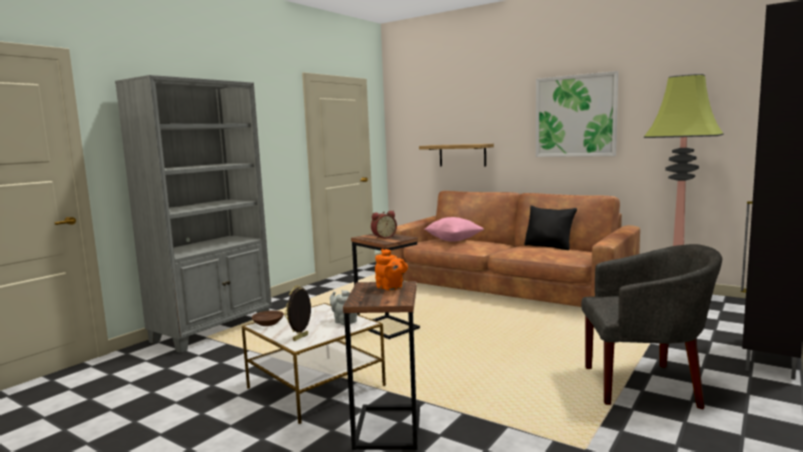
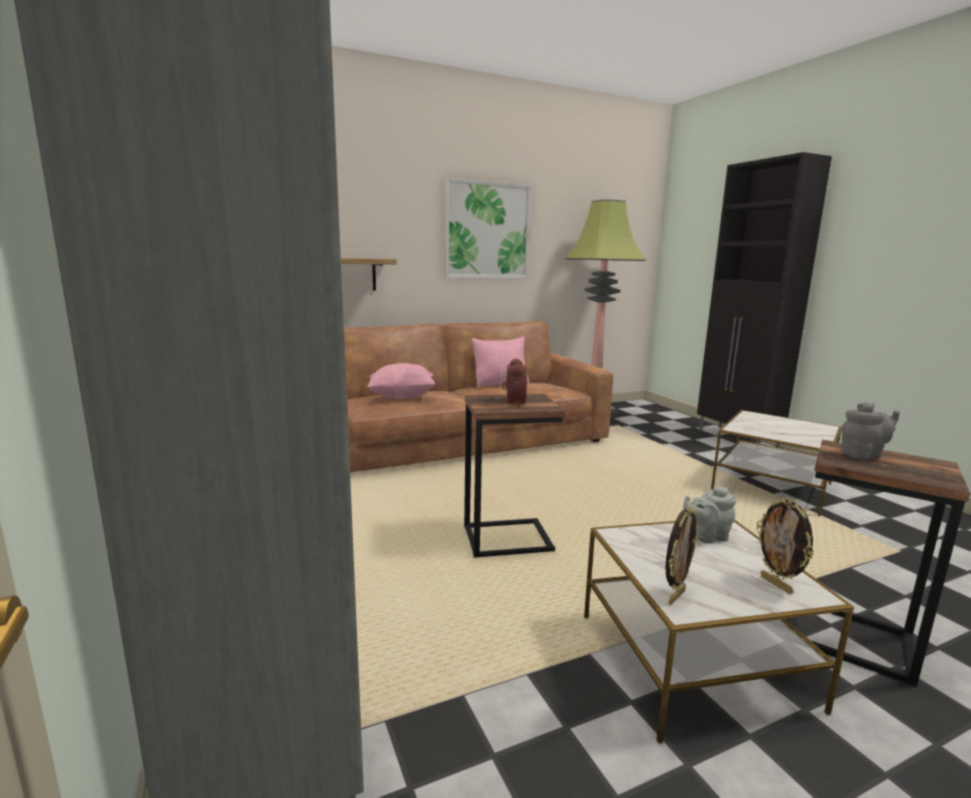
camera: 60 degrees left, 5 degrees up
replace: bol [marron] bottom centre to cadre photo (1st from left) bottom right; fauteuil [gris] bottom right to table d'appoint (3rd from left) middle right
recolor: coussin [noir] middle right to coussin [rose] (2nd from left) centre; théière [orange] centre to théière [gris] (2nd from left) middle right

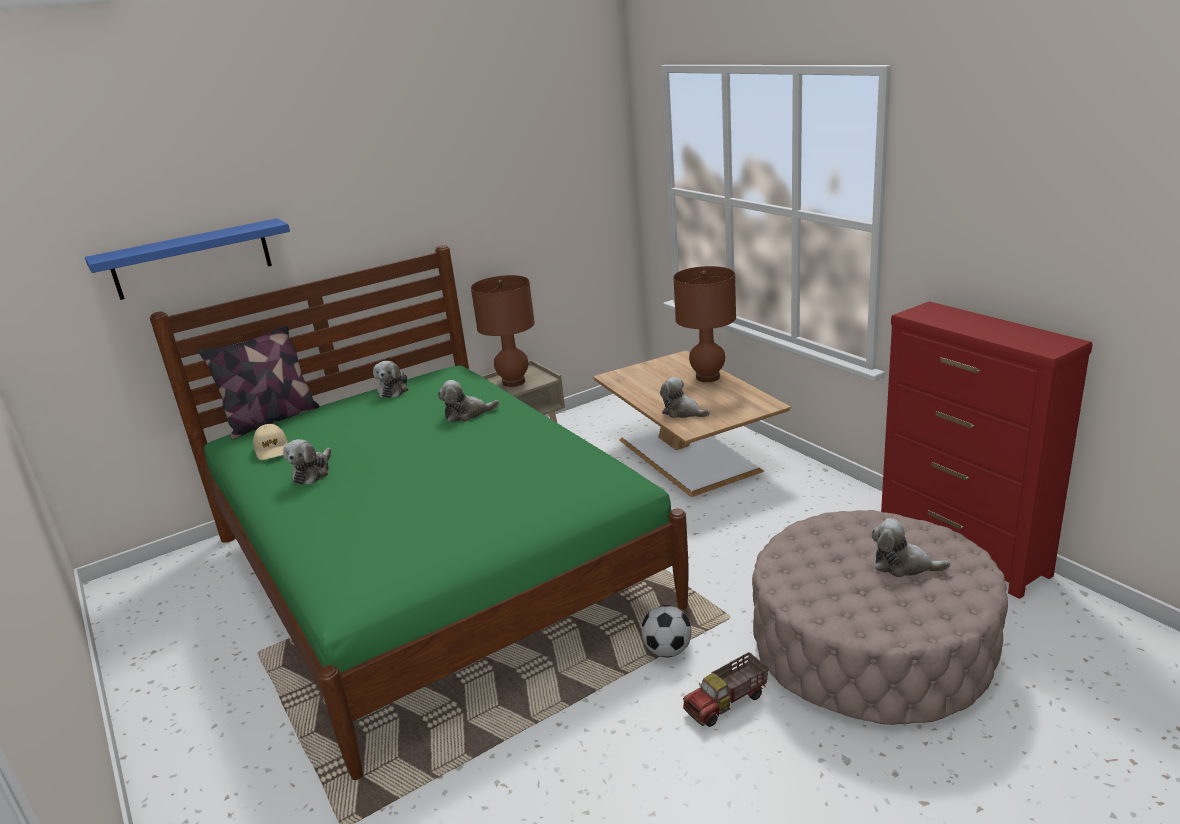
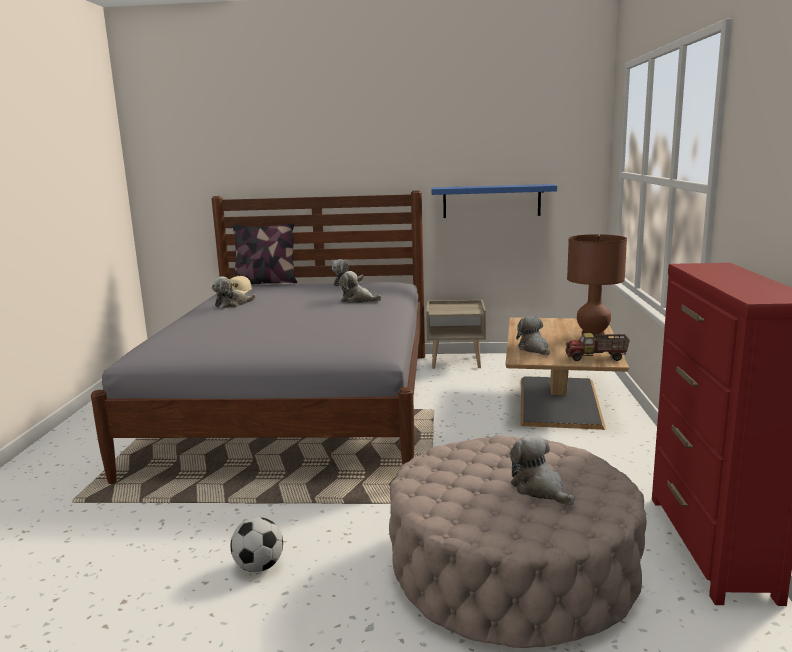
camera: 35 degrees right, 10 degrees down
delete: lampe de table [marron] (1st from left) centre
move: ballon de foot bottom centre to bottom left; étagère [bleu] top left to top centre; camion jouet bottom centre to middle right
recolor: lit [vert] centre to lit [gris] middle left

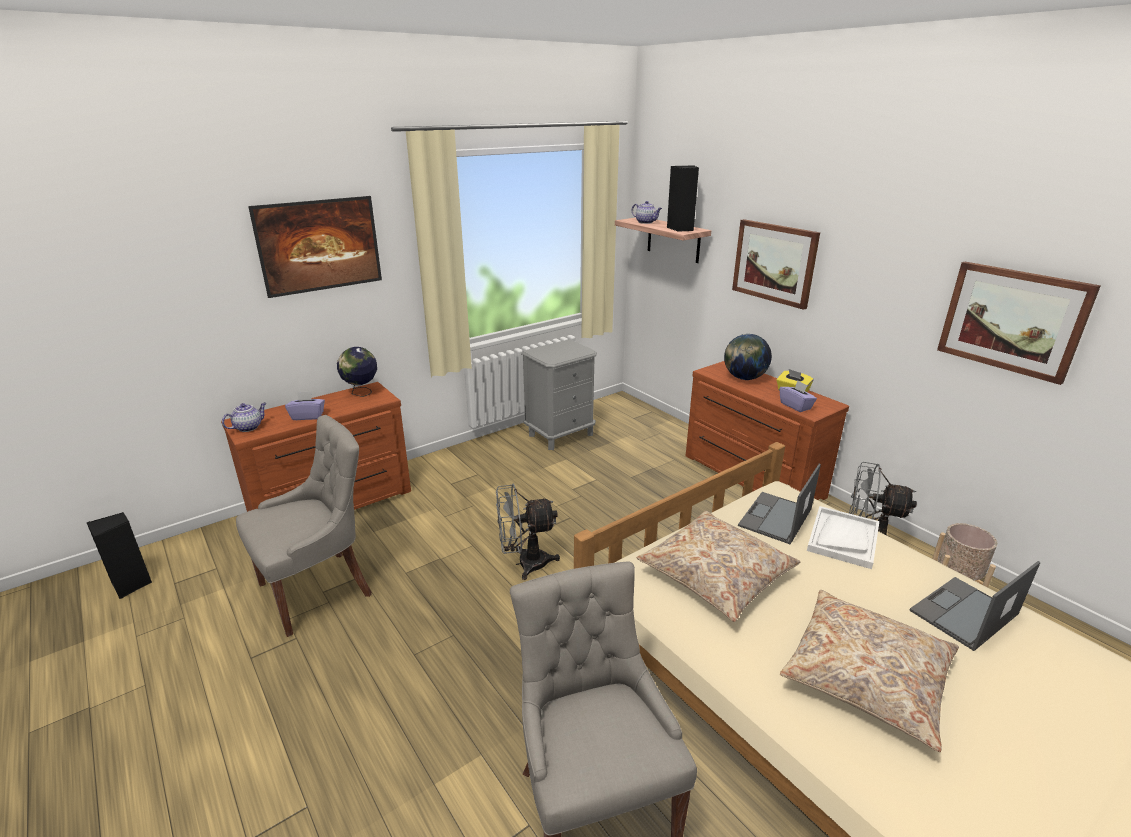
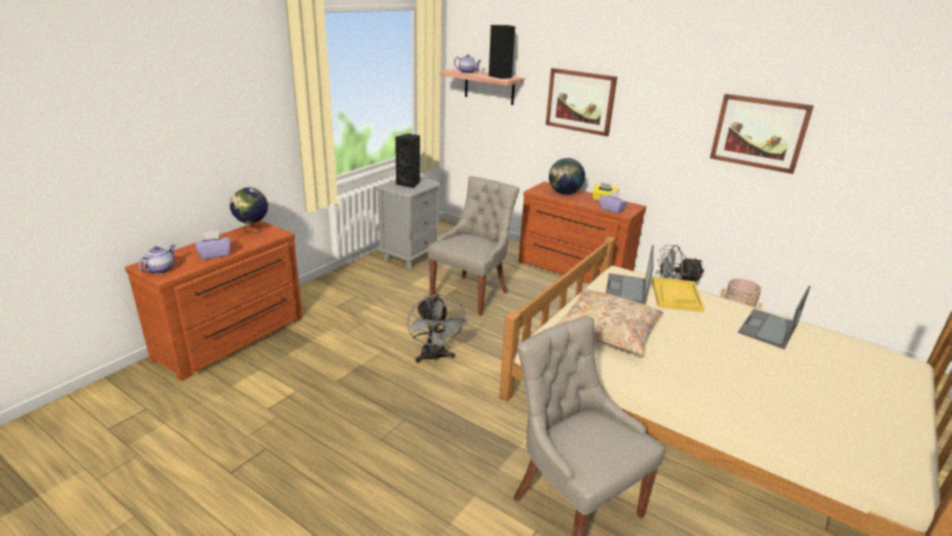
camera: 20 degrees left, 0 degrees up
delete: tableau (1st from left) top left; coussin [beige] (2nd from left) bottom right
move: enceinte [noir] (1st from left) middle left to top centre; chaise [gris] (1st from left) middle left to centre
recolor: plateau [blanc] middle right to plateau [jaune] middle right
rotate: ventilateur [gris] (1st from left) centre = centre 75 degrees counterclockwise

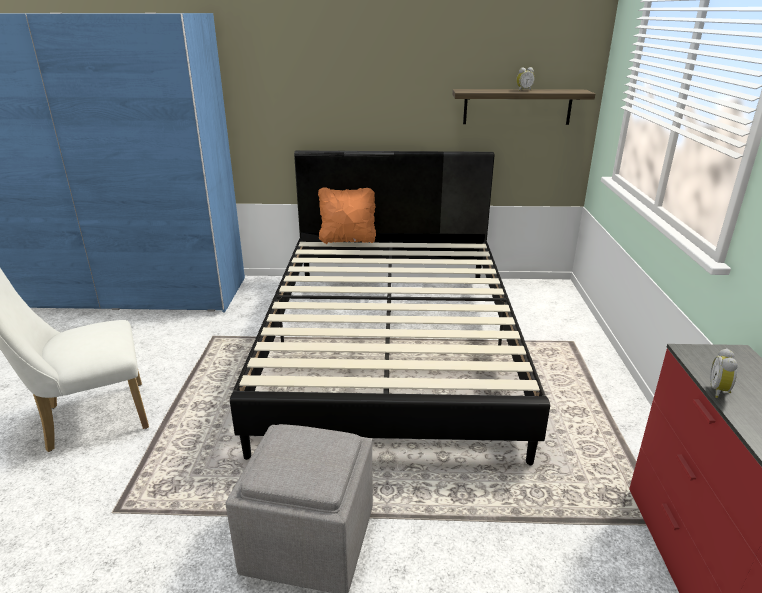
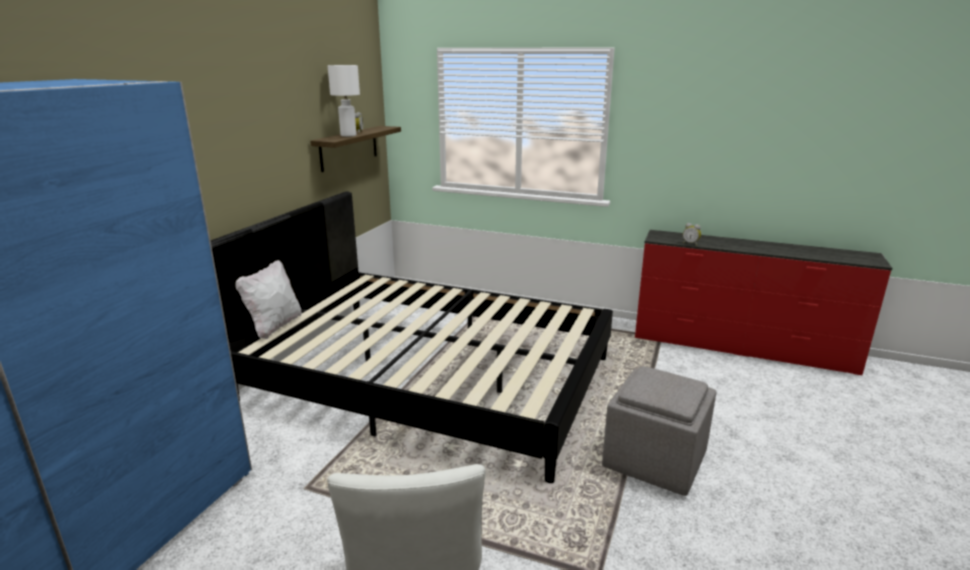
camera: 70 degrees left, 5 degrees down
insert: lampe de table [blanc] top centre
recolor: coussin [orange] centre to coussin [blanc] middle left

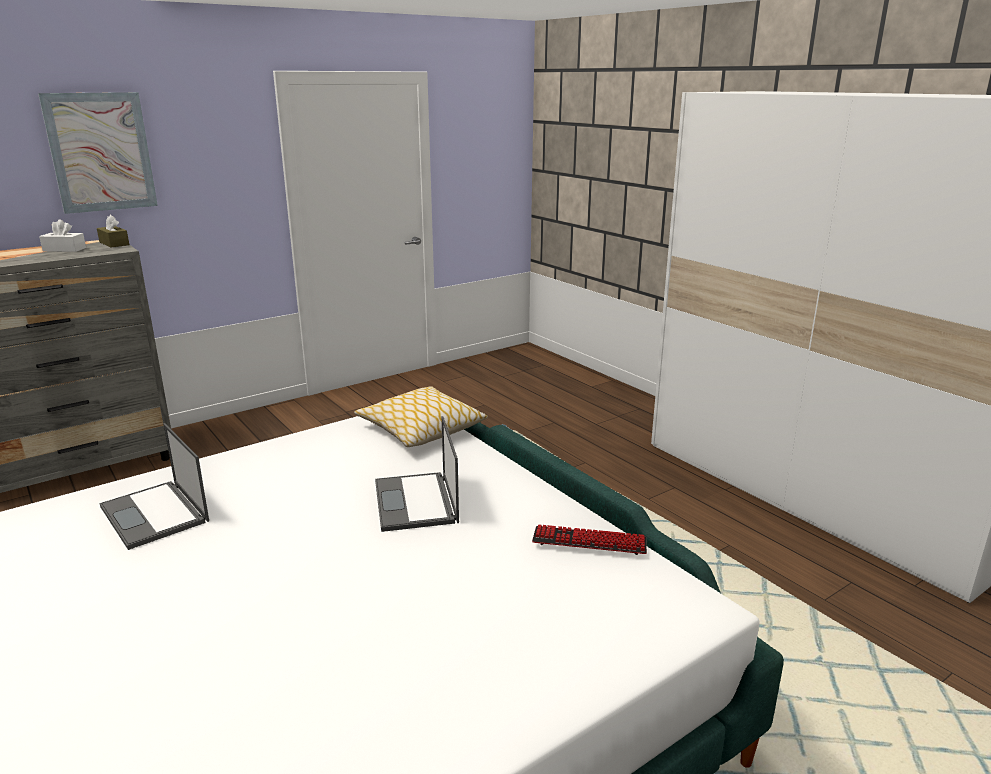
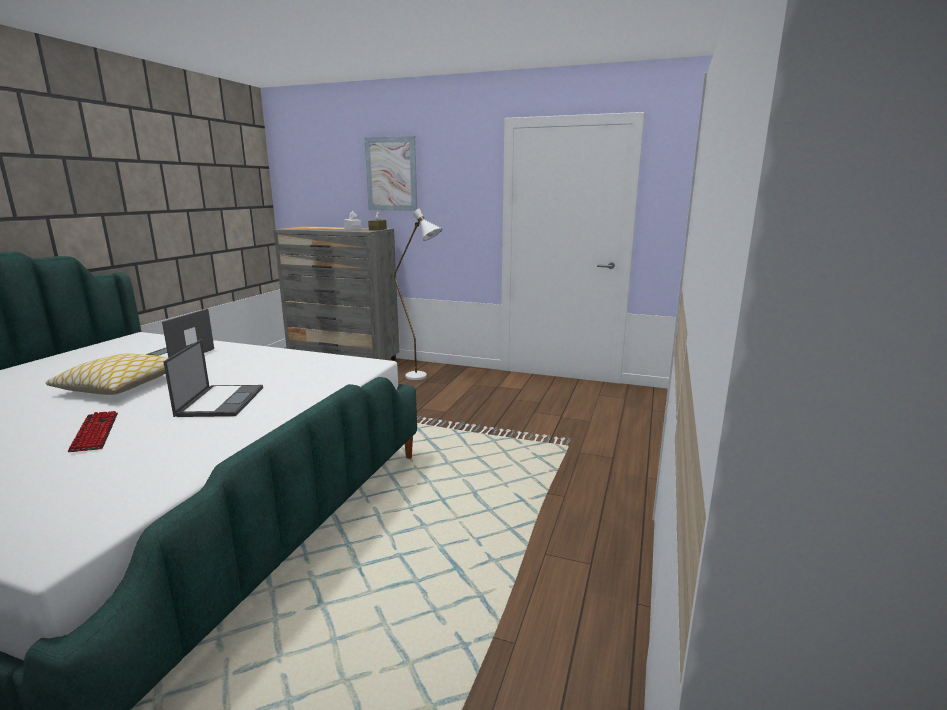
camera: 55 degrees right, 5 degrees down
insert: lampadaire [blanc] centre
move: coussin centre to middle left; clavier bottom centre to middle left
rotate: ordinateur portable (2nd from left) centre = middle left 135 degrees clockwise

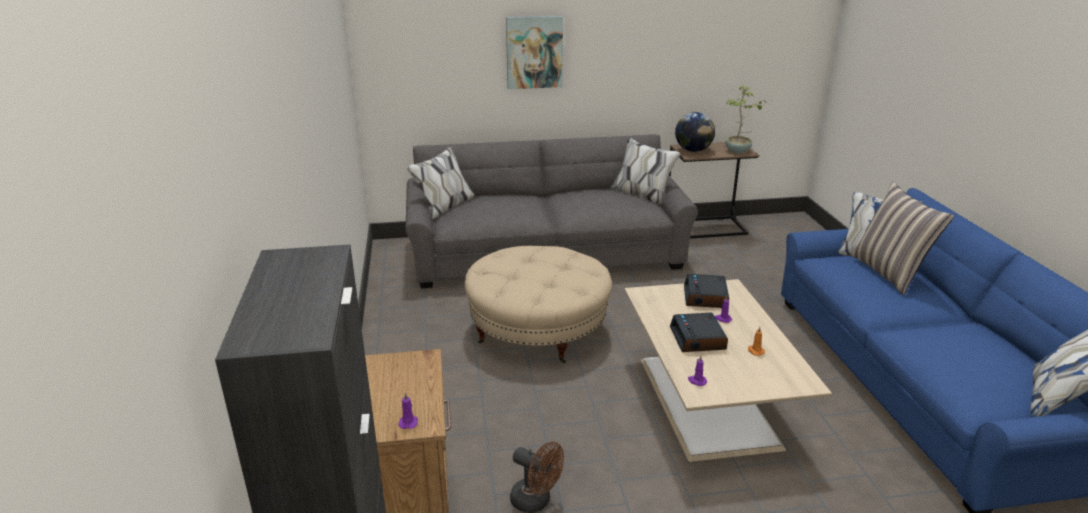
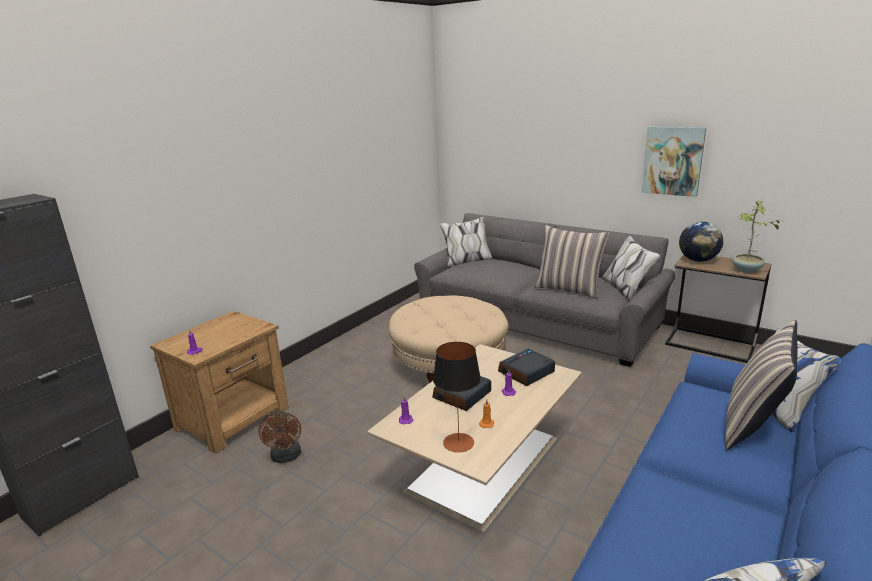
camera: 45 degrees right, 5 degrees down
insert: lampe de table bottom centre; coussin (1st from left) centre
move: tableau top centre to top right

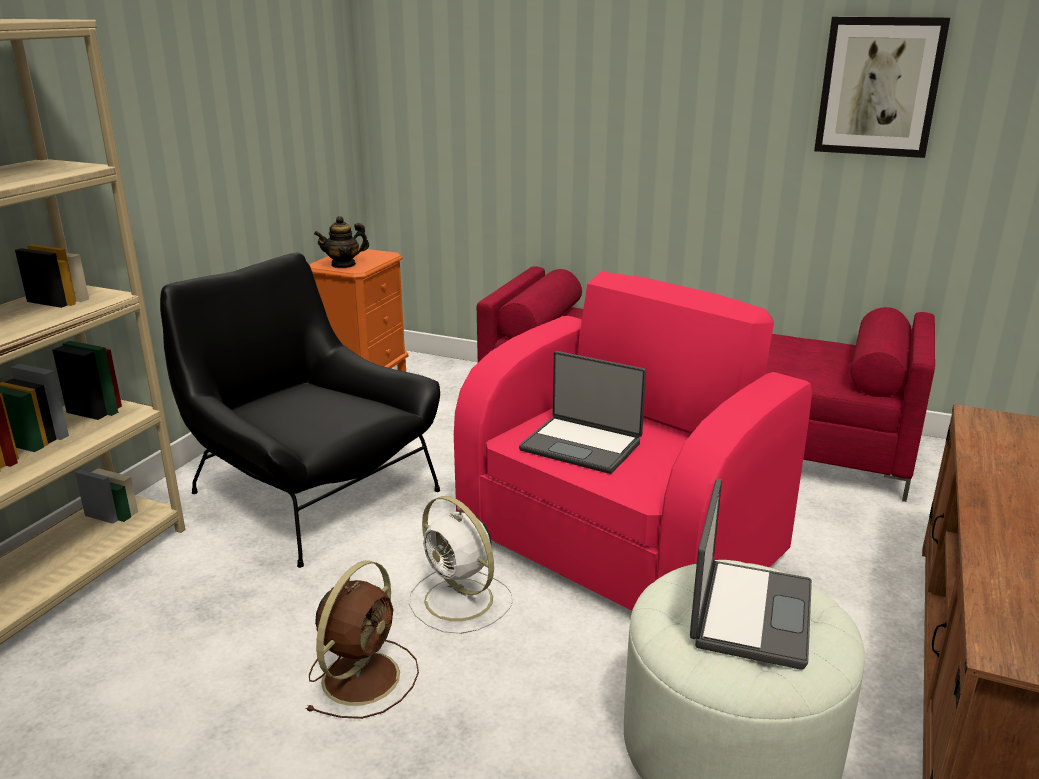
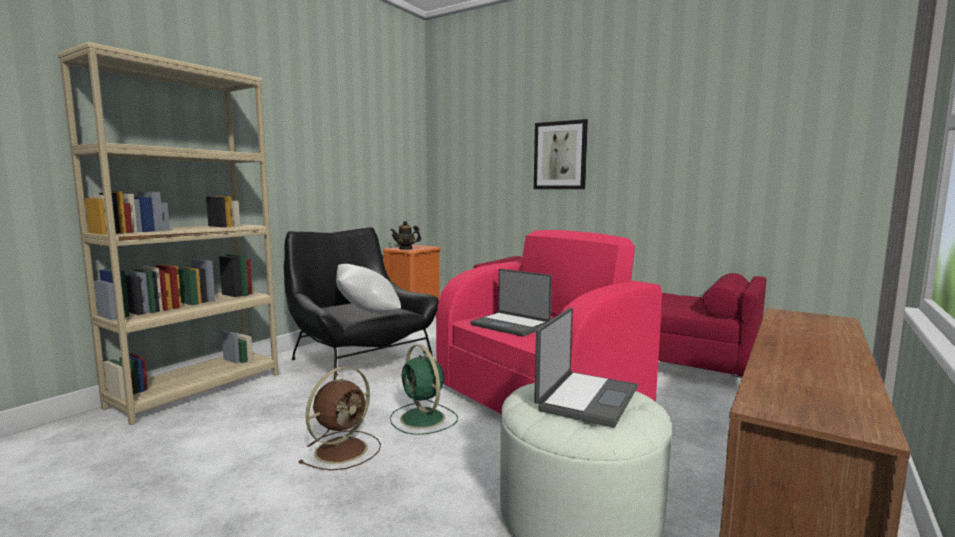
camera: 10 degrees right, 15 degrees down
insert: coussin [blanc] centre
move: tableau top right to top centre
recolor: ventilateur [blanc] bottom centre to ventilateur [vert] bottom centre

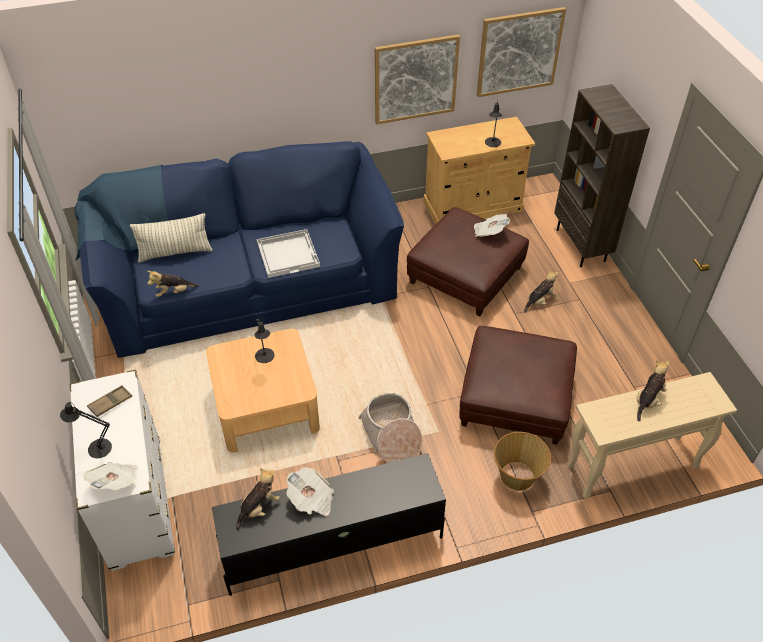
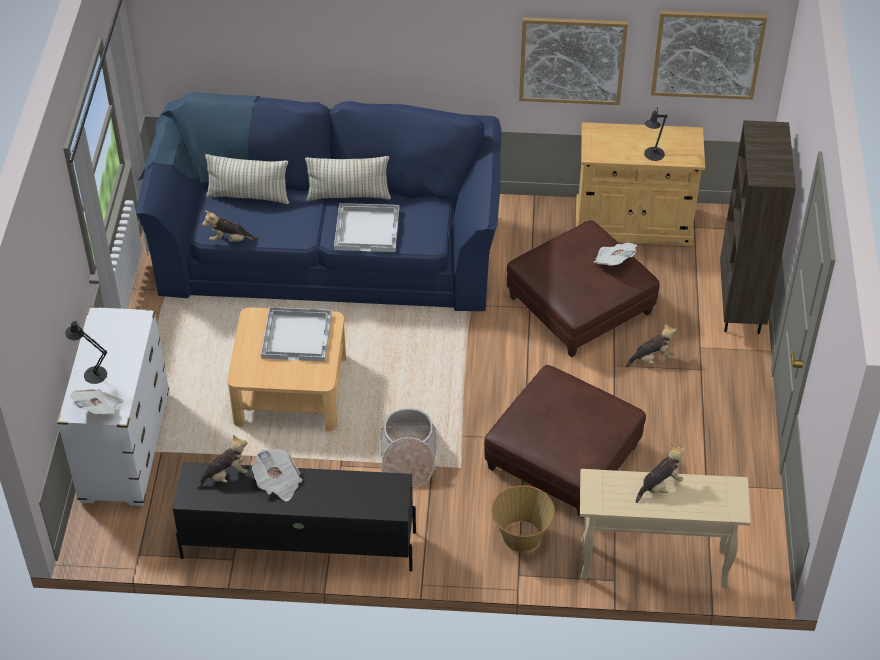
camera: 20 degrees right, 0 degrees up
delete: plateau [marron] middle left
insert: coussin (2nd from left) top centre
replace: lampe de table [noir] (2nd from left) centre to plateau [blanc] (1st from left) centre

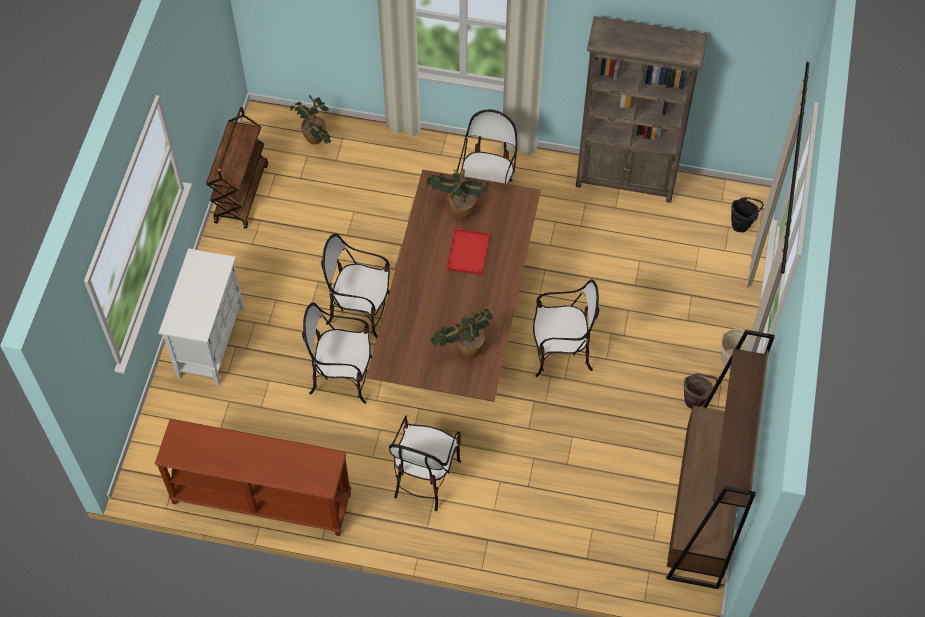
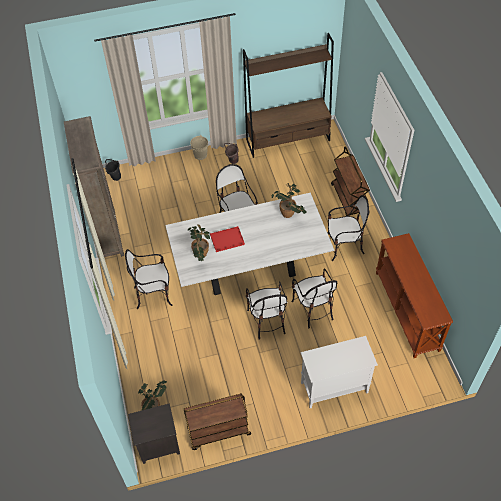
camera: 115 degrees left, 5 degrees down
insert: table de chevet [noir] bottom left; chariot [marron] (2nd from left) middle right
recolor: table à manger [marron] centre to table à manger [blanc] centre

